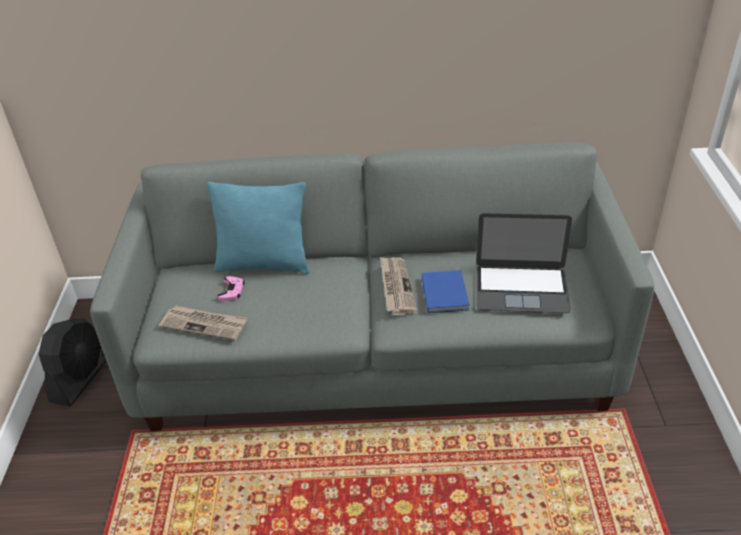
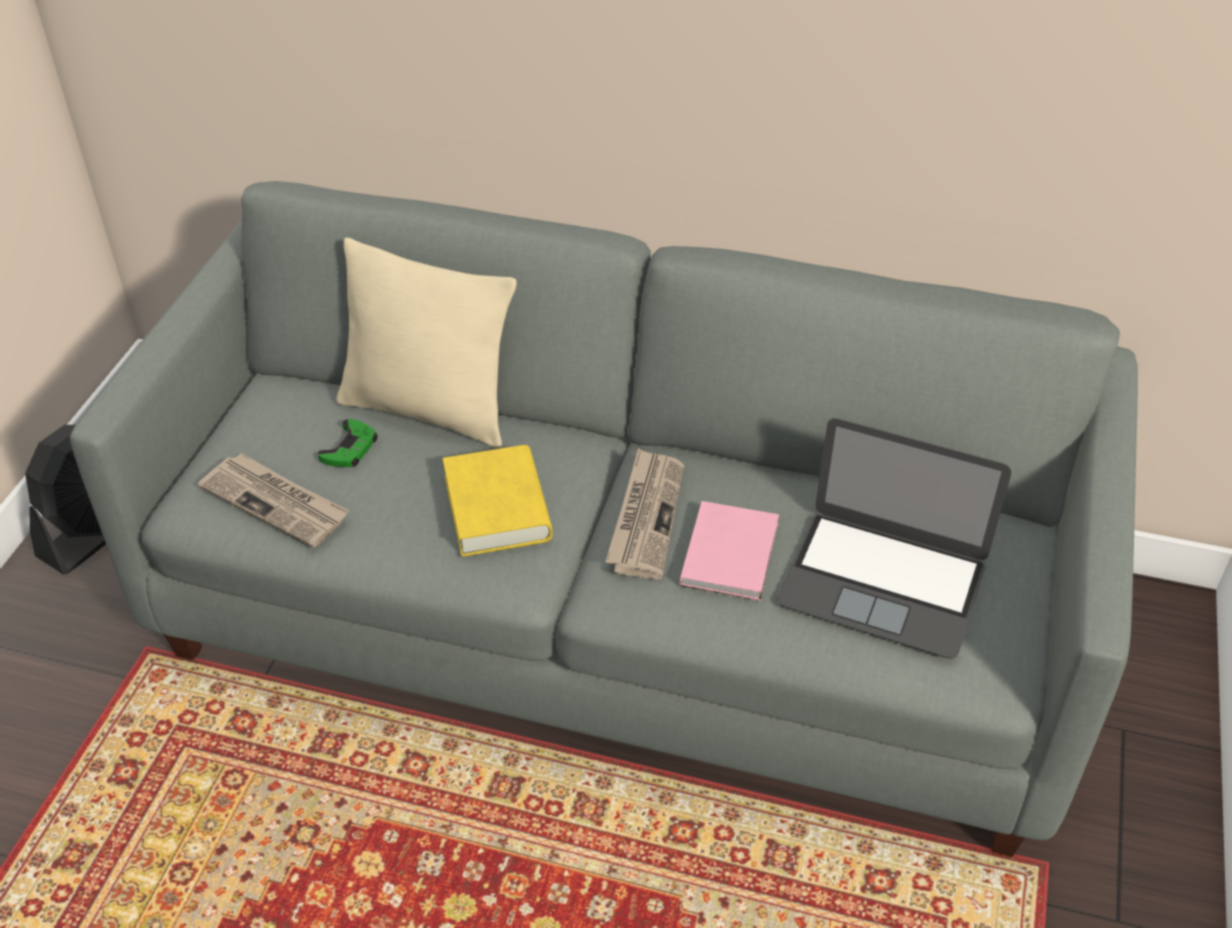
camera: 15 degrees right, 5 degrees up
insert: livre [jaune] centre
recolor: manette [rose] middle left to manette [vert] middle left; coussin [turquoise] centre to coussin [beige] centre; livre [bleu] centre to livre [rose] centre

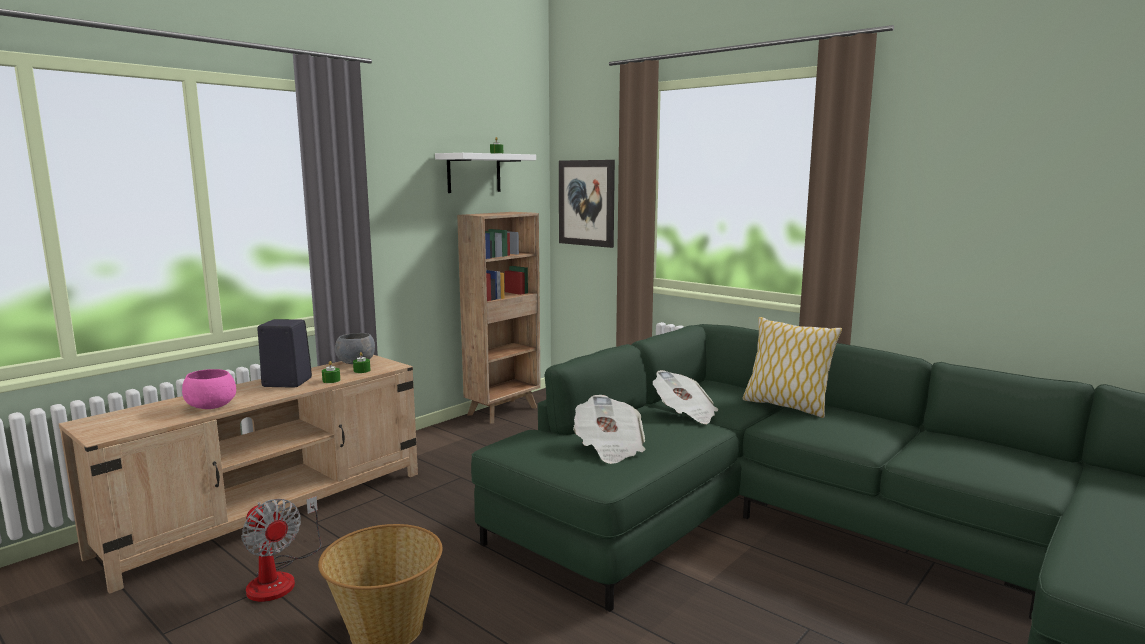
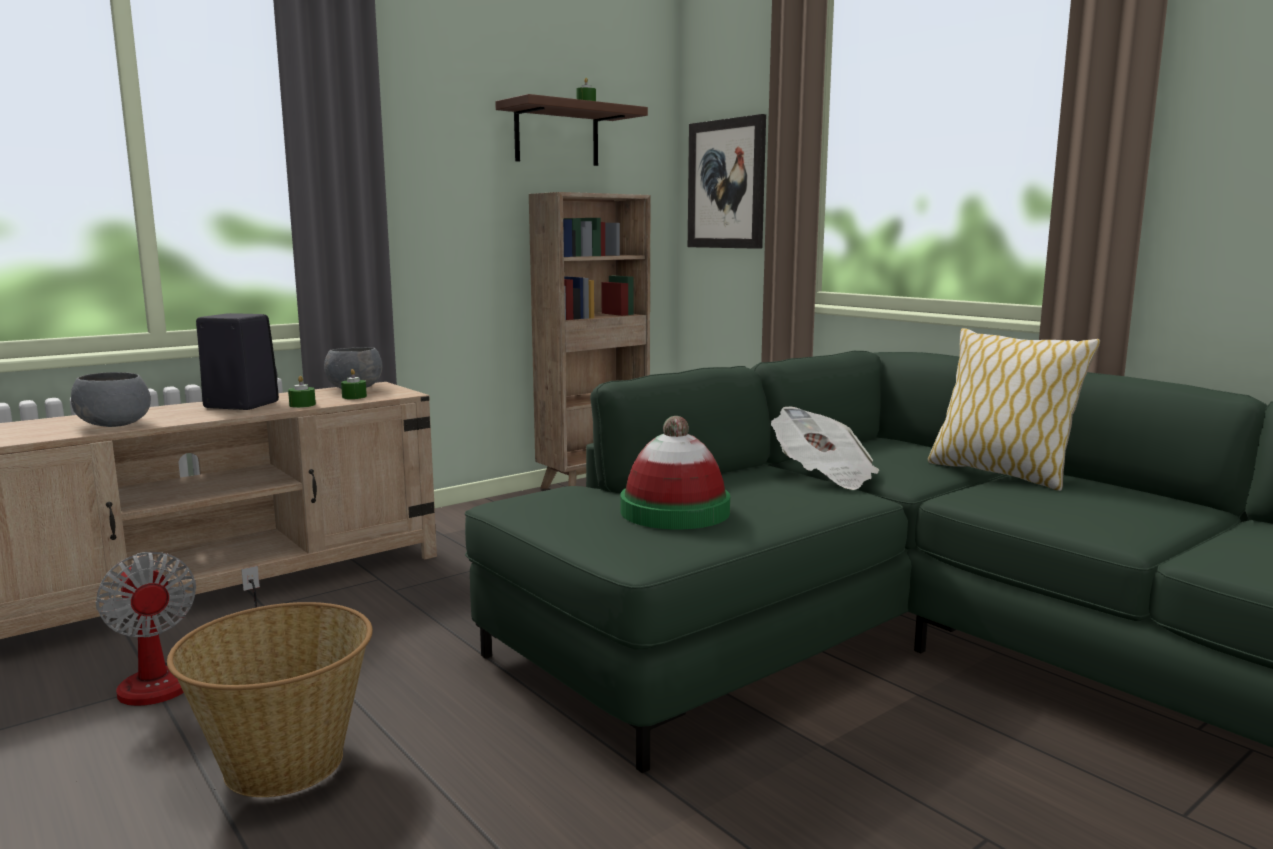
camera: 10 degrees right, 0 degrees up
replace: journal (1st from left) centre to chapeau centre
recolor: bol [rose] middle left to bol [gris] (1st from left) middle left; étagère [blanc] top centre to étagère [marron] top centre

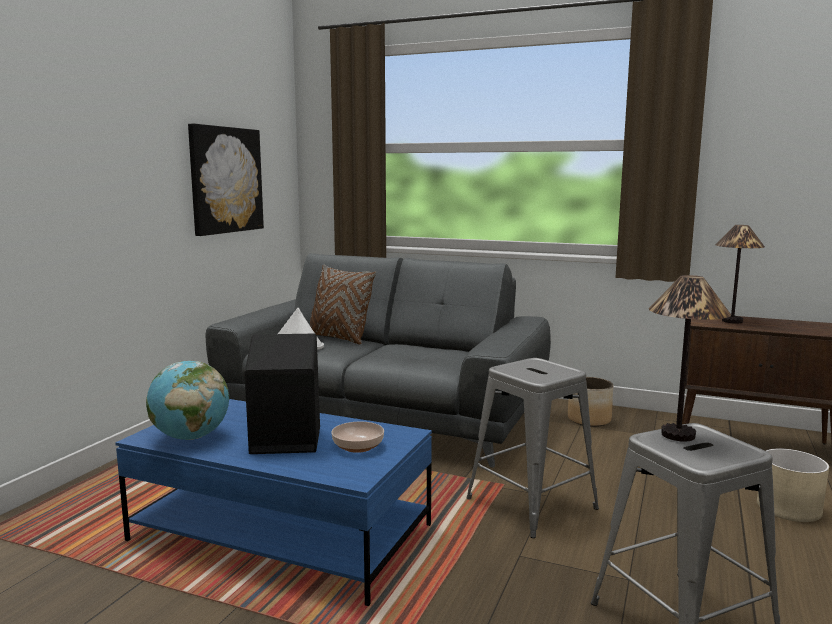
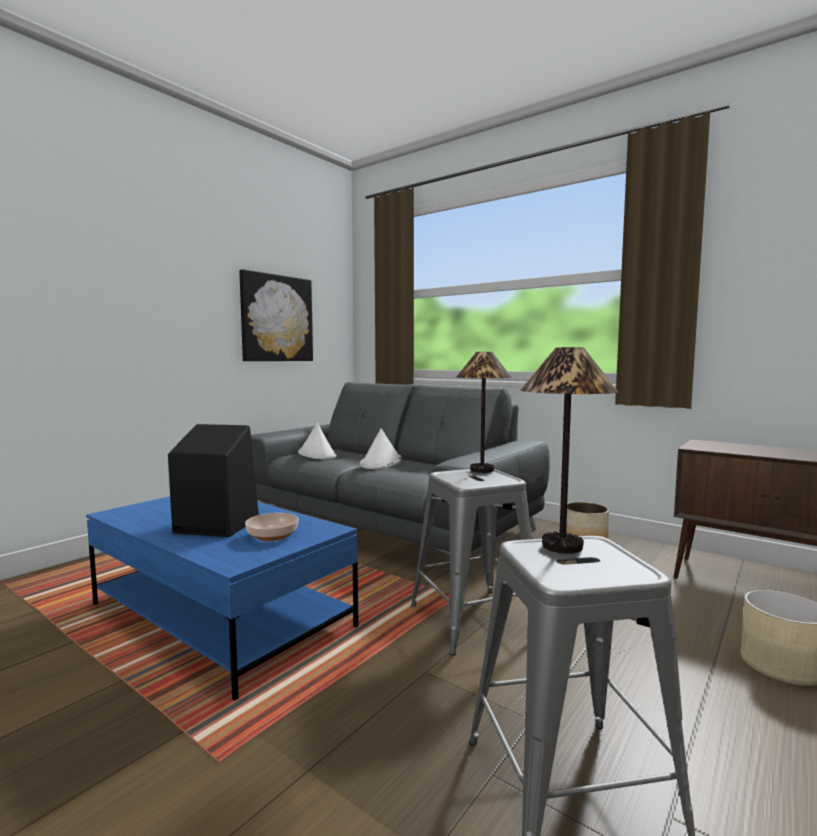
camera: 15 degrees right, 5 degrees down
delete: globe middle left; coussin [marron] centre
insert: chapeau [blanc] (2nd from left) centre
move: lampe de table (2nd from left in the first image) middle right to lampe de table (1st from left) centre

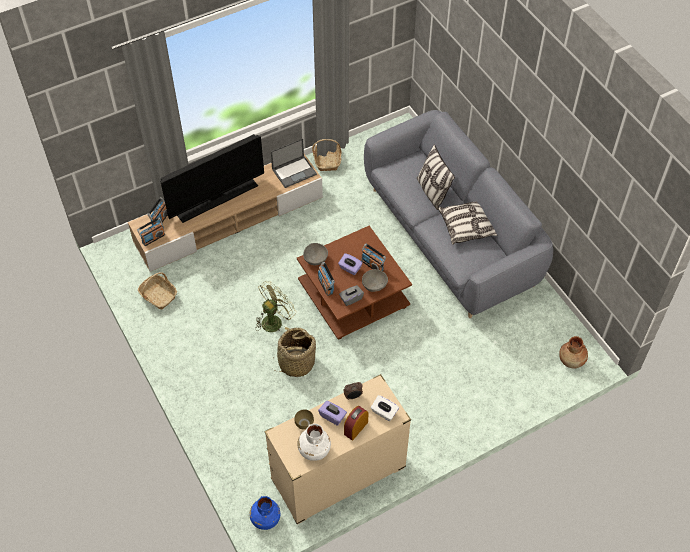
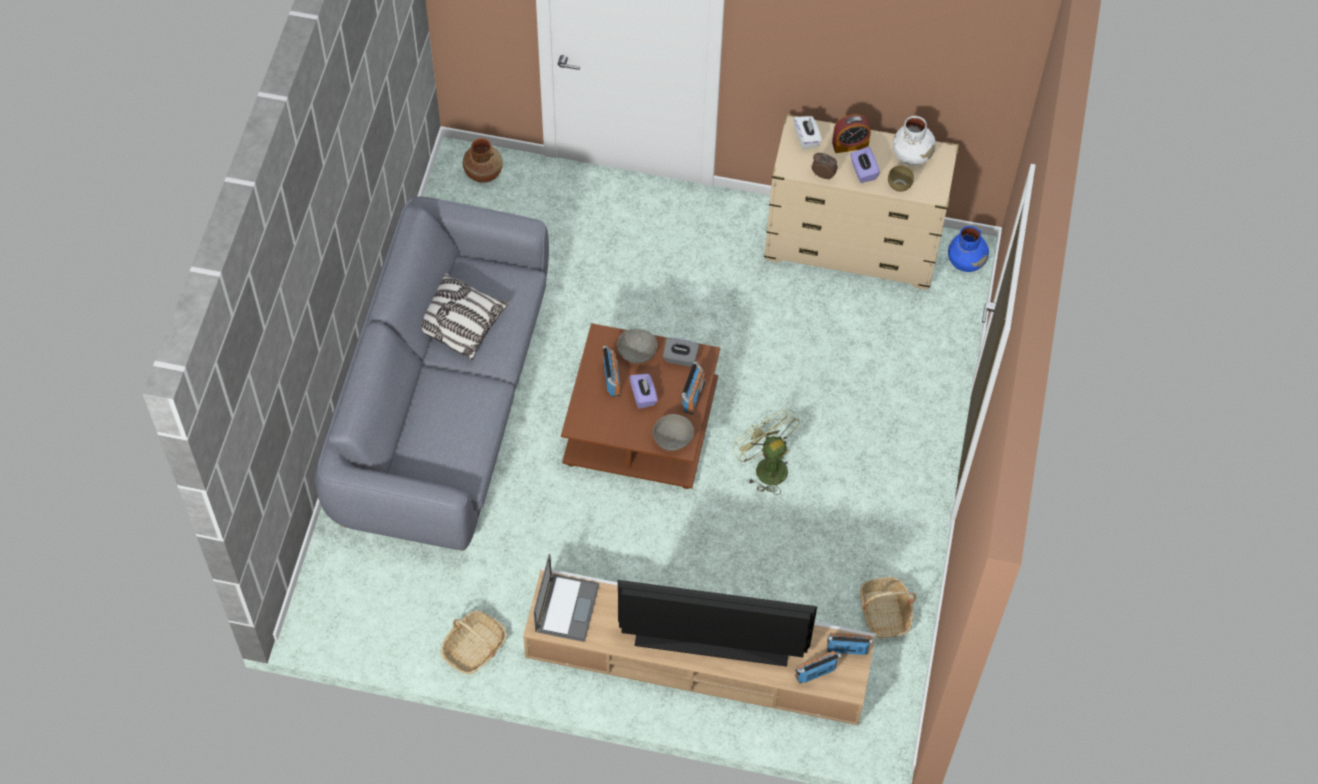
camera: 140 degrees left, 5 degrees up
delete: panier (2nd from left) centre; coussin (1st from left) top centre
rotate: ordinateur portable top centre = bottom centre 90 degrees clockwise; ventilateur [vert] centre = centre 60 degrees clockwise

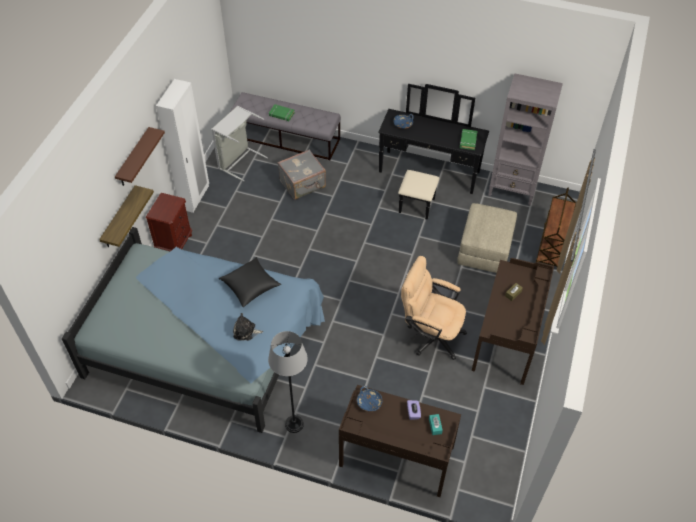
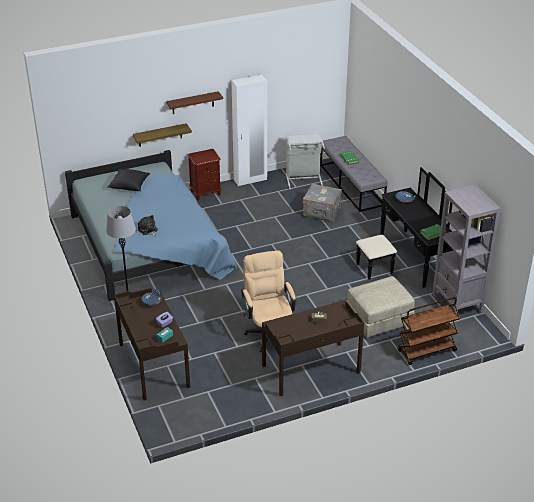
camera: 50 degrees right, 15 degrees down
move: coussin [noir] centre to middle left

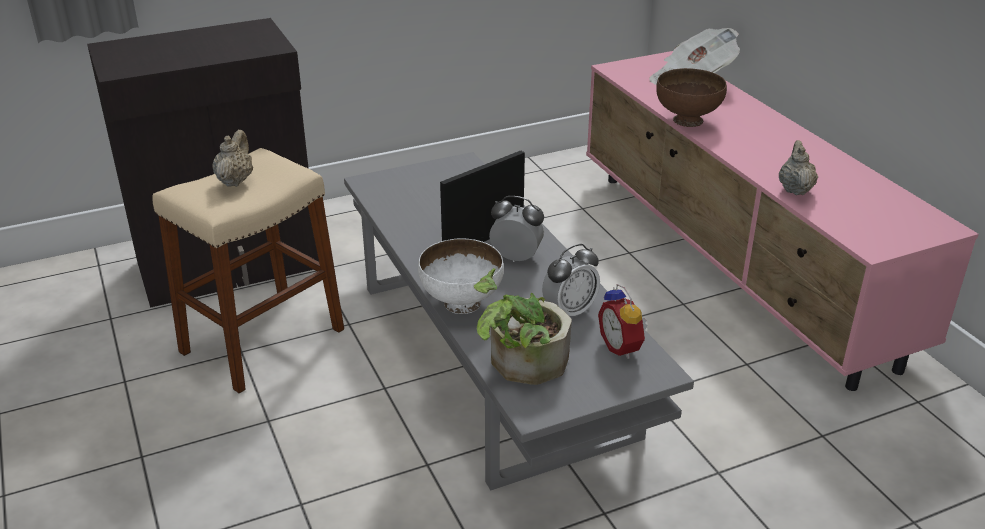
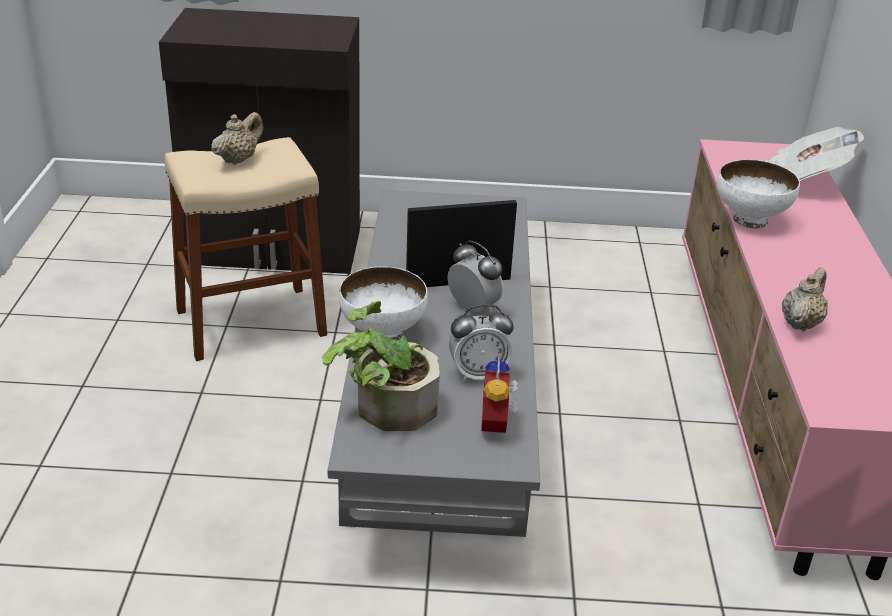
camera: 25 degrees right, 0 degrees up
recolor: bol [marron] top right to bol [blanc] (2nd from left) top right

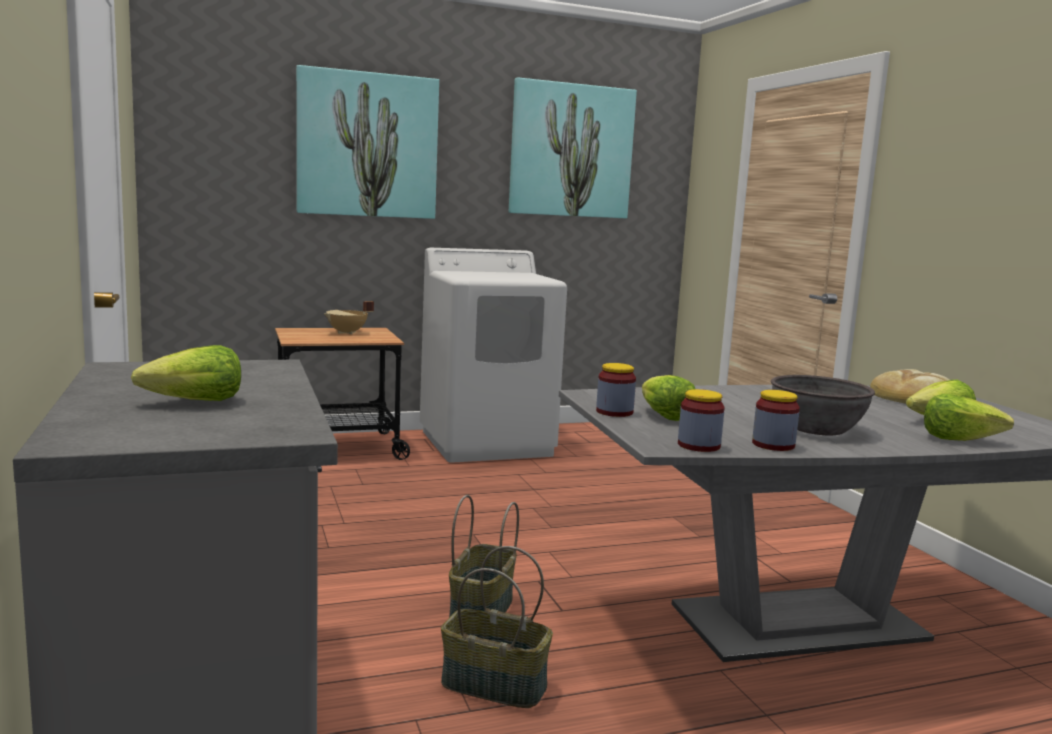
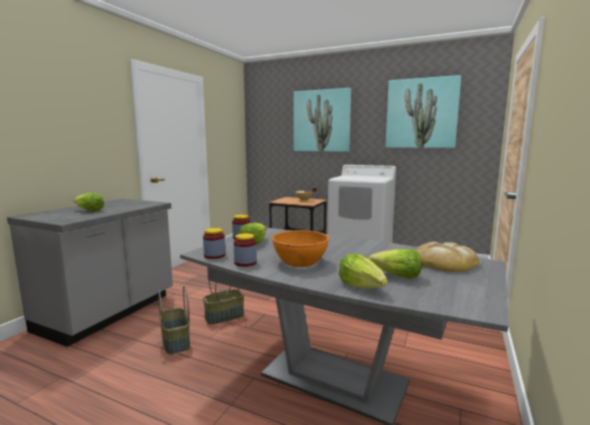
camera: 45 degrees right, 0 degrees up
recolor: bol [gris] middle right to bol [orange] centre

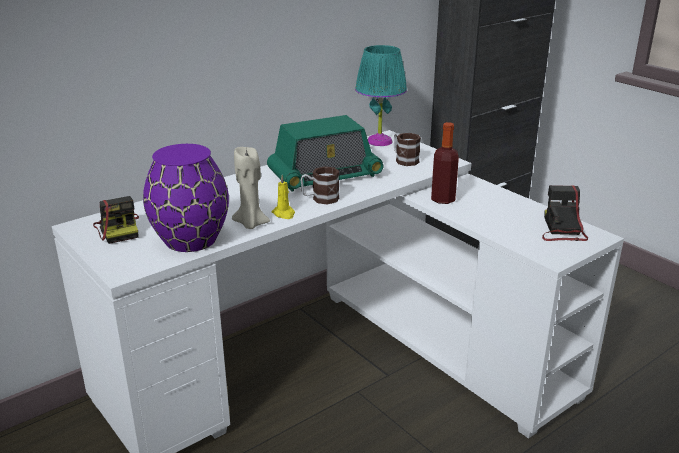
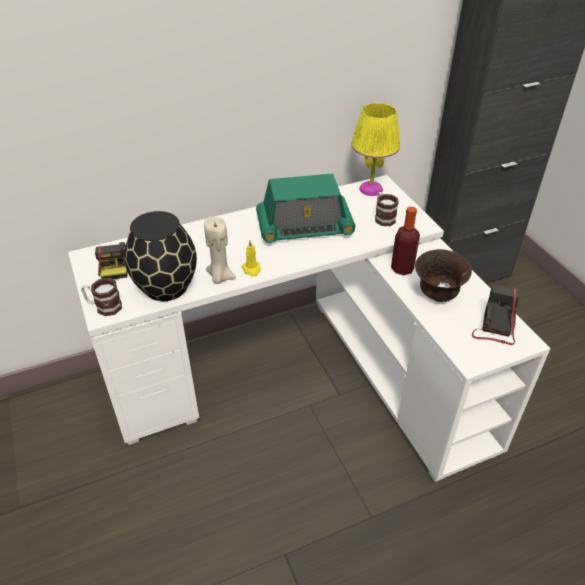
camera: 15 degrees right, 15 degrees up
insert: bol [marron] middle right
move: mug (1st from left) centre to middle left
recolor: vase [violet] middle left to vase [noir] middle left; lampe de table [turquoise] top centre to lampe de table [jaune] top centre

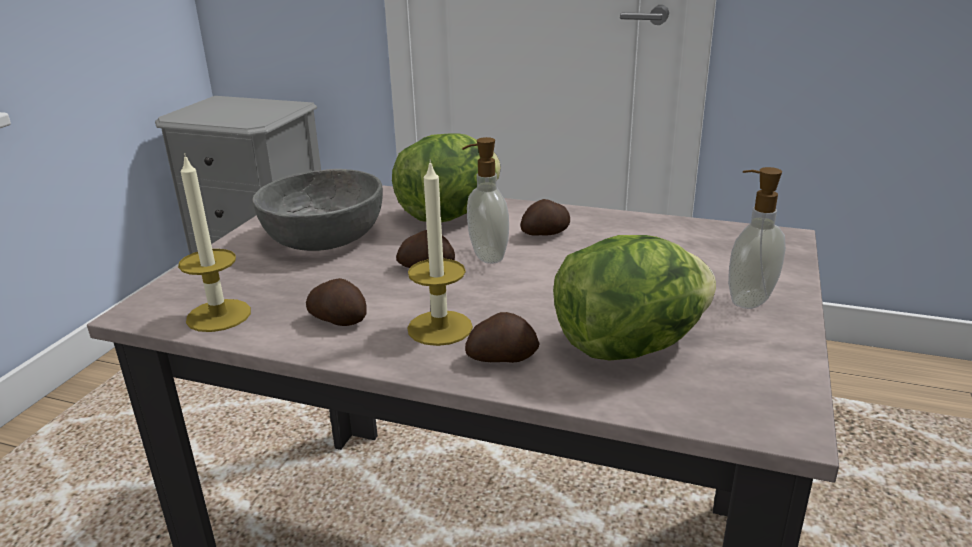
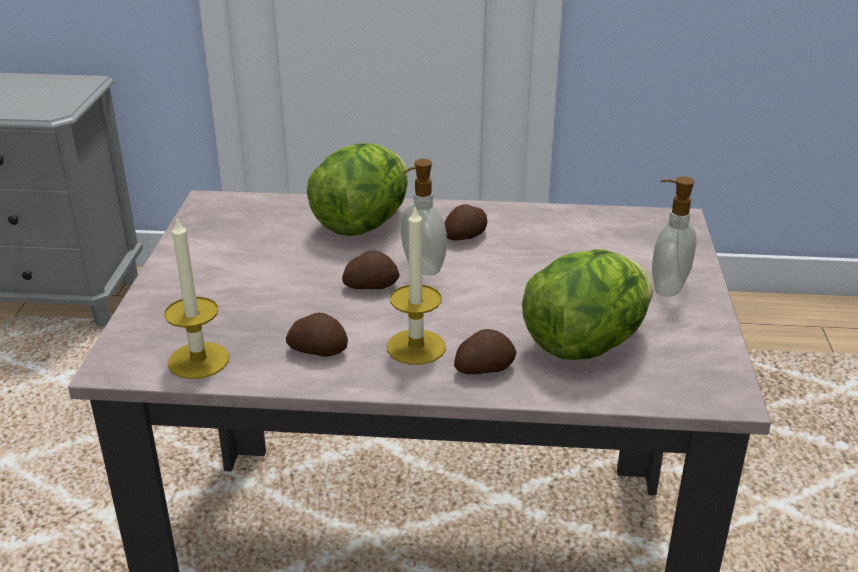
camera: 15 degrees left, 5 degrees up
delete: bol [gris] middle left

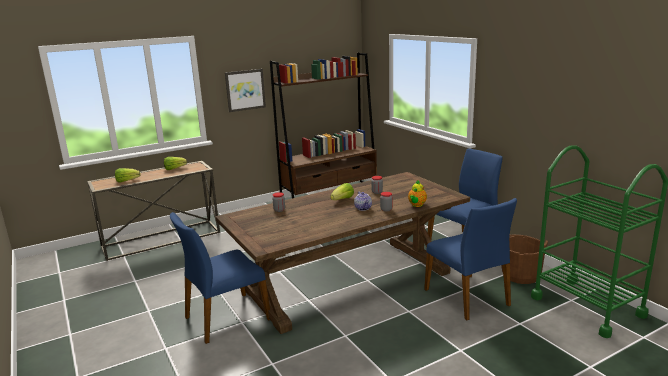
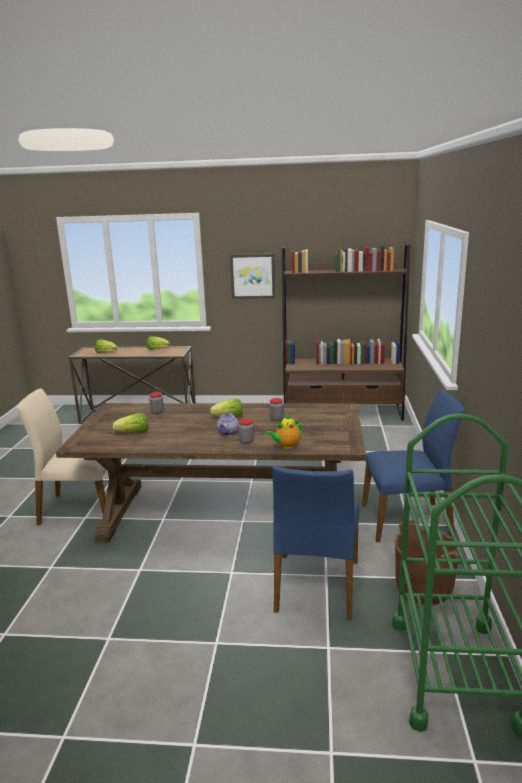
camera: 35 degrees right, 0 degrees up
insert: laitue (2nd from left) middle left
recolor: chaise [bleu] (1st from left) bottom left to chaise [beige] middle left

